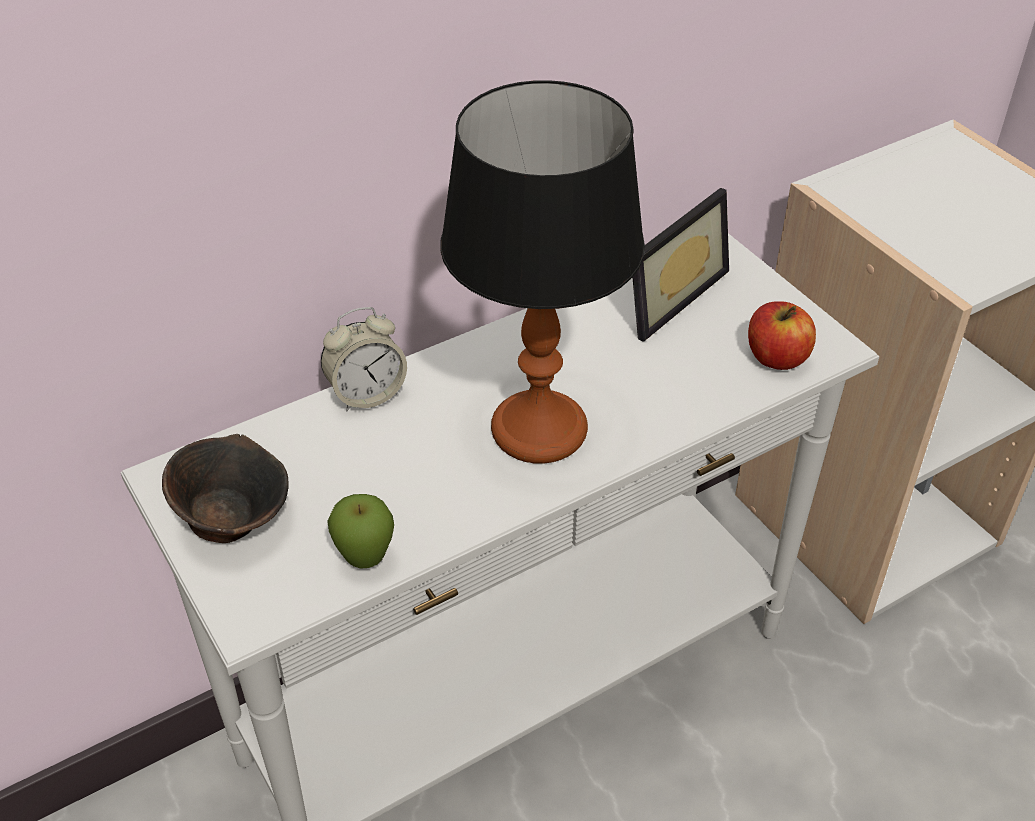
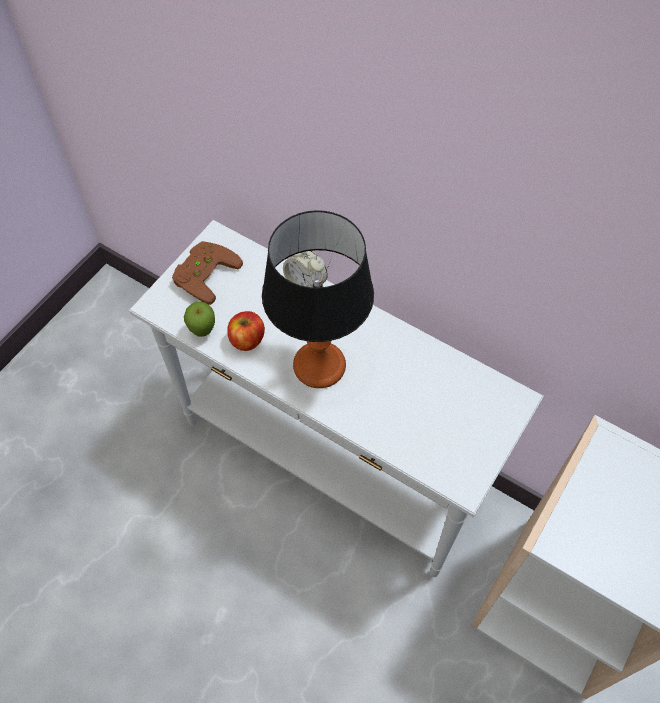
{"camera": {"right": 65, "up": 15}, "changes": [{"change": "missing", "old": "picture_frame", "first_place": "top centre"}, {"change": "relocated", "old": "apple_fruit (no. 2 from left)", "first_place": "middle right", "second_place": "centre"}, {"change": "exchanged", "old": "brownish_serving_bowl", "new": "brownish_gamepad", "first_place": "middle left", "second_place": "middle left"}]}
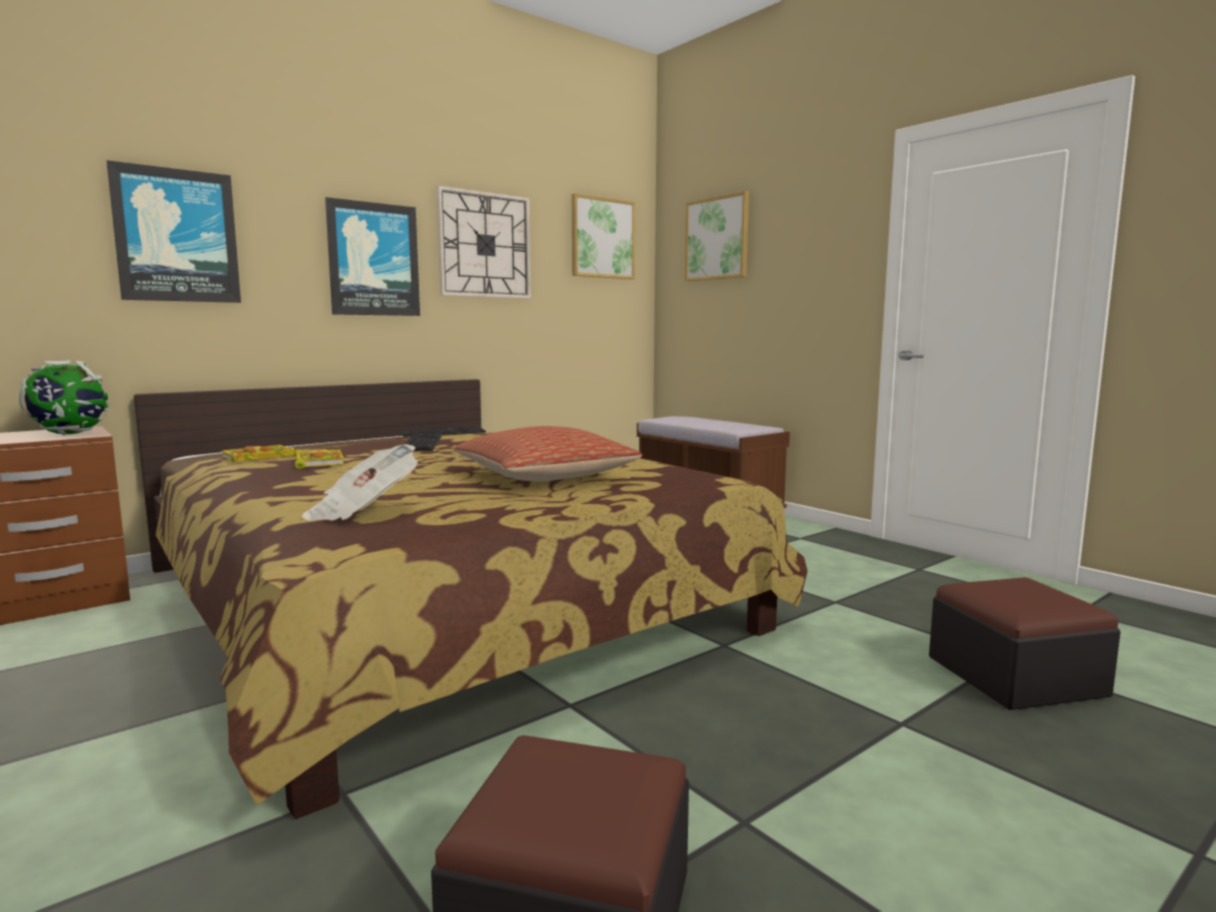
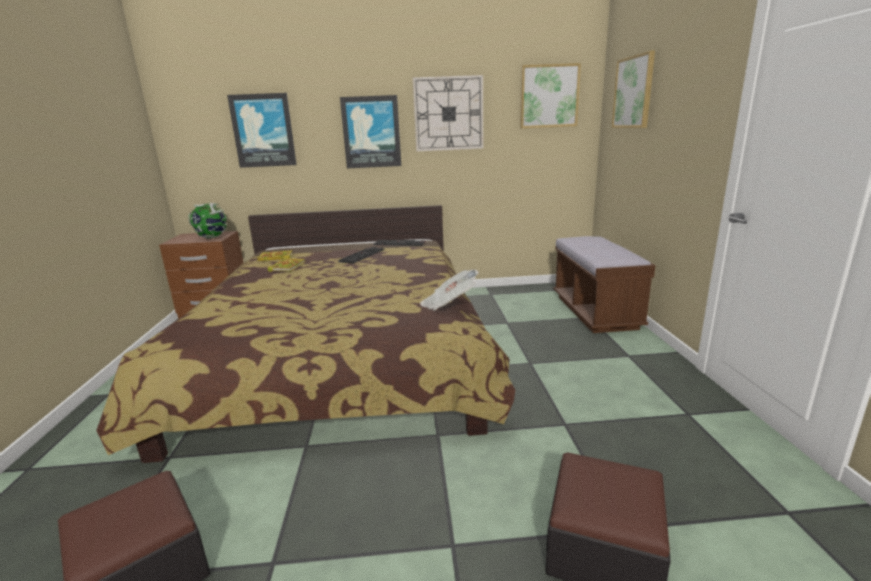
{"camera": {"right": 35, "up": 10}, "changes": [{"change": "missing", "old": "pillow", "first_place": "centre"}, {"change": "relocated", "old": "daily_paper", "first_place": "middle left", "second_place": "centre"}]}
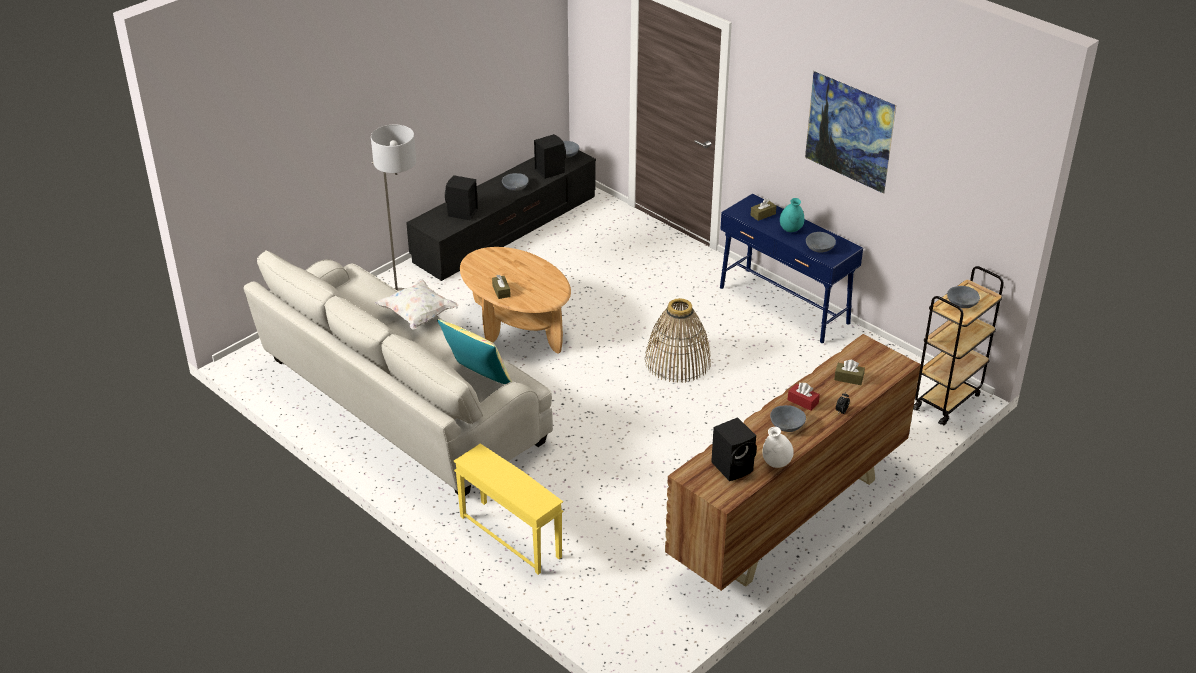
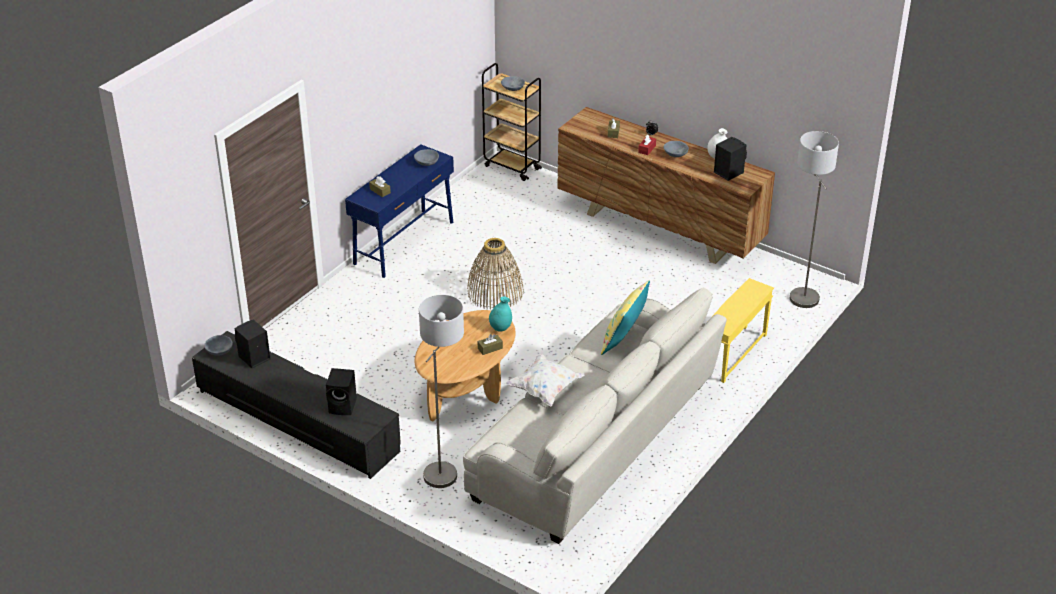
{"camera": {"right": -100, "up": 0}, "changes": [{"change": "missing", "old": "grey_serving_bowl (no. 1 from left)", "first_place": "top centre"}, {"change": "missing", "old": "wall_picture", "first_place": "top right"}, {"change": "appeared", "new": "grey_standing_lamp (no. 2 from left)", "second_place": "middle right"}, {"change": "relocated", "old": "turquoise-coloured_decorative_vase", "first_place": "top centre", "second_place": "centre"}]}
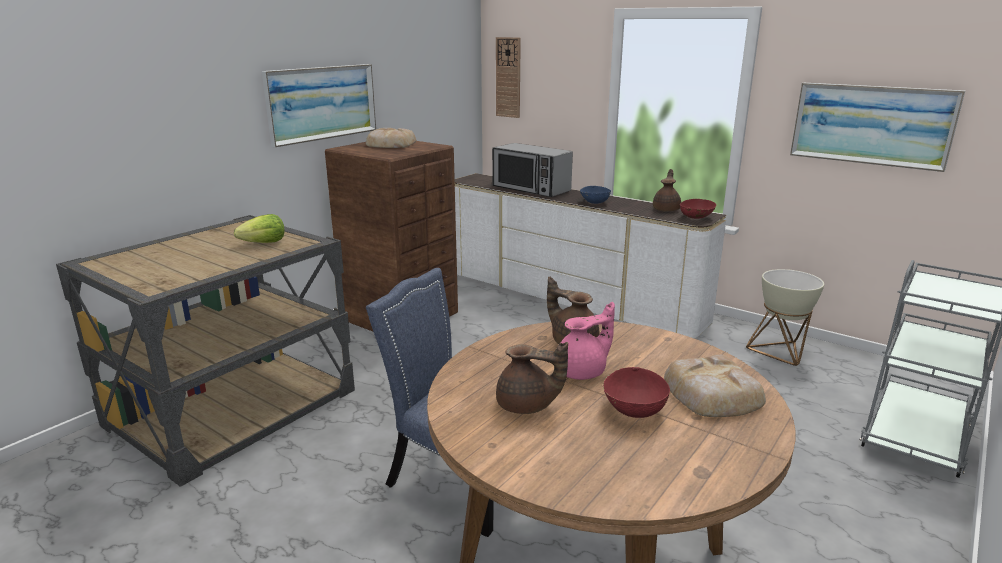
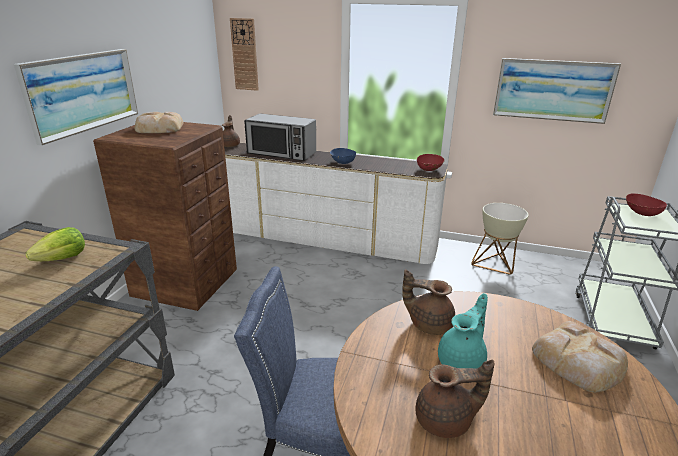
{"camera": {"right": -20, "up": 5}, "changes": [{"change": "relocated", "old": "red_serving_bowl (no. 1 from left in the first image)", "new": "red_serving_bowl (no. 2 from left)", "first_place": "bottom centre", "second_place": "middle right"}, {"change": "relocated", "old": "brownish_teapot (no. 3 from left in the first image)", "new": "brownish_teapot (no. 1 from left)", "first_place": "centre", "second_place": "top centre"}, {"change": "colour", "old": "pinkish_teapot", "new": "turquoise-coloured_teapot", "first_place": "centre", "second_place": "bottom right"}]}
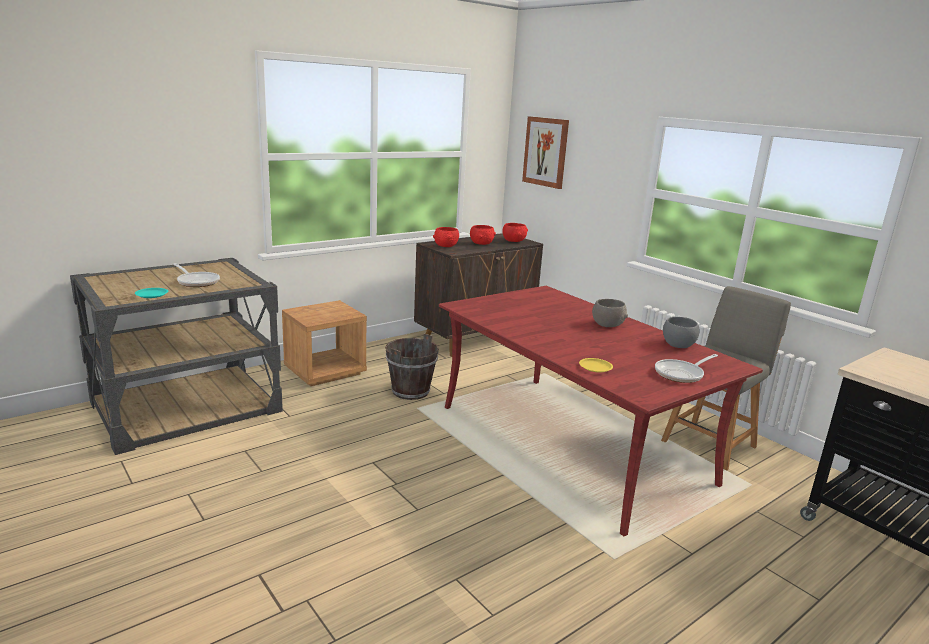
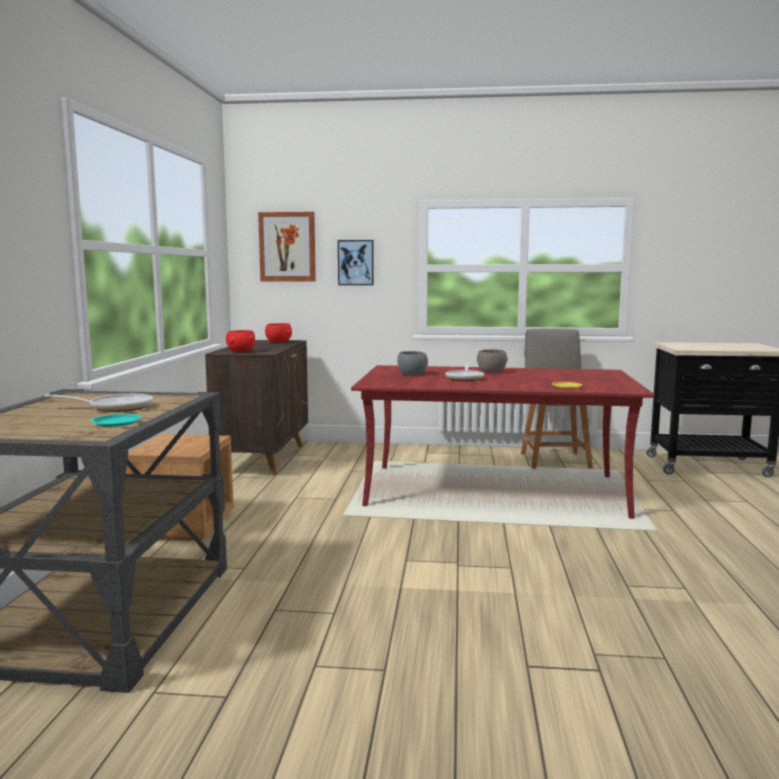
{"camera": {"right": -45, "up": -10}, "changes": [{"change": "missing", "old": "brownish_water_bucket", "first_place": "centre"}, {"change": "missing", "old": "red_serving_bowl (no. 2 from left)", "first_place": "centre"}, {"change": "appeared", "new": "wall_picture (no. 2 from left)", "second_place": "centre"}, {"change": "relocated", "old": "frying_pan (no. 2 from left)", "first_place": "middle right", "second_place": "centre"}, {"change": "relocated", "old": "grey_serving_bowl (no. 2 from left in the first image)", "new": "grey_serving_bowl (no. 1 from left)", "first_place": "middle right", "second_place": "centre"}]}
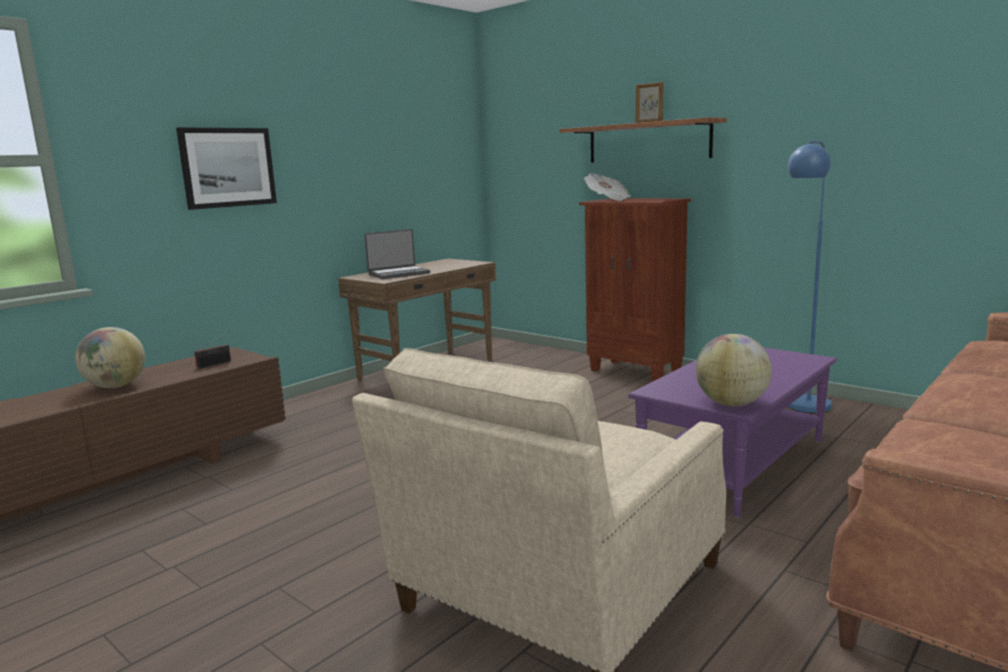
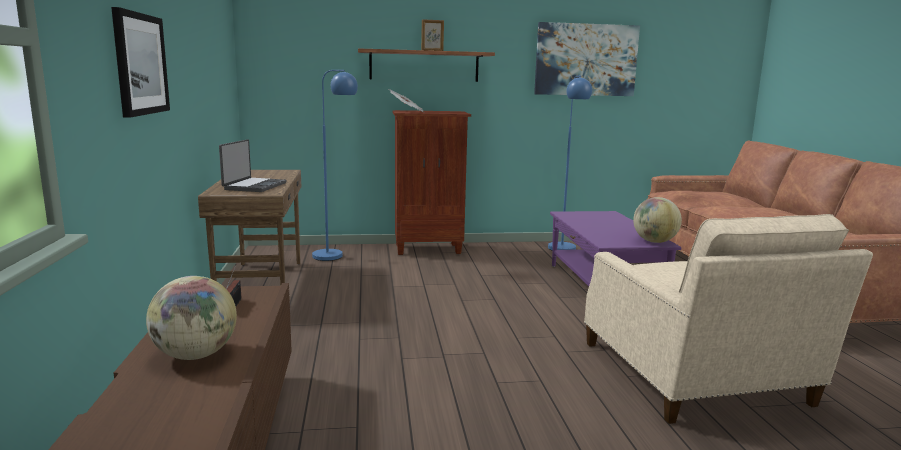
{"camera": {"right": -50, "up": 0}, "changes": [{"change": "appeared", "new": "blue-coloured_standing_lamp (no. 1 from left)", "second_place": "centre"}, {"change": "appeared", "new": "wall_picture (no. 2 from left)", "second_place": "top centre"}]}
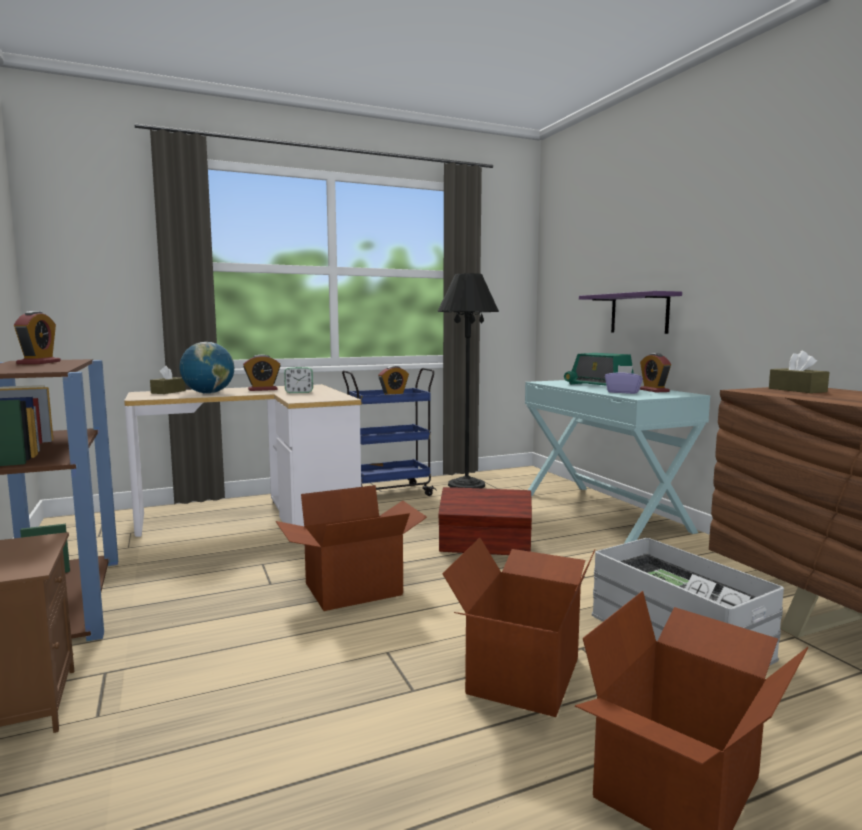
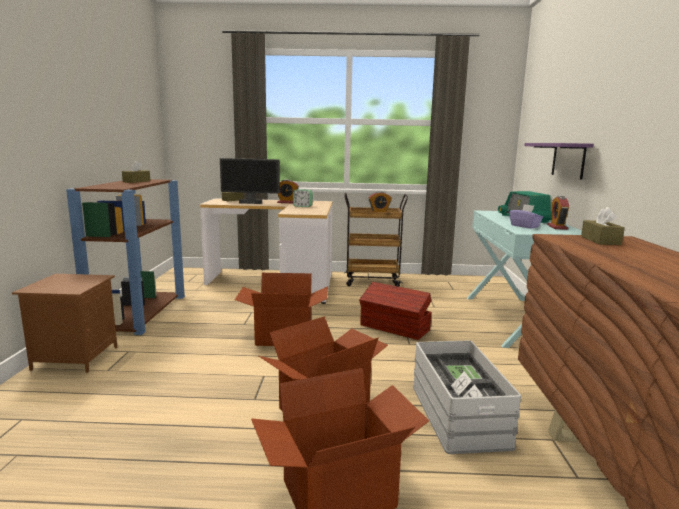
{"camera": {"right": 25, "up": 5}, "changes": [{"change": "missing", "old": "black_standing_lamp", "first_place": "centre"}, {"change": "exchanged", "old": "alarm_clock (no. 1 from left)", "new": "brownish_box_of_tissues (no. 1 from left)", "first_place": "middle left", "second_place": "middle left"}, {"change": "exchanged", "old": "desk_globe", "new": "monitor", "first_place": "middle left", "second_place": "centre"}, {"change": "colour", "old": "blue-coloured_wheeled_cart", "new": "brownish_wheeled_cart", "first_place": "centre", "second_place": "centre"}]}
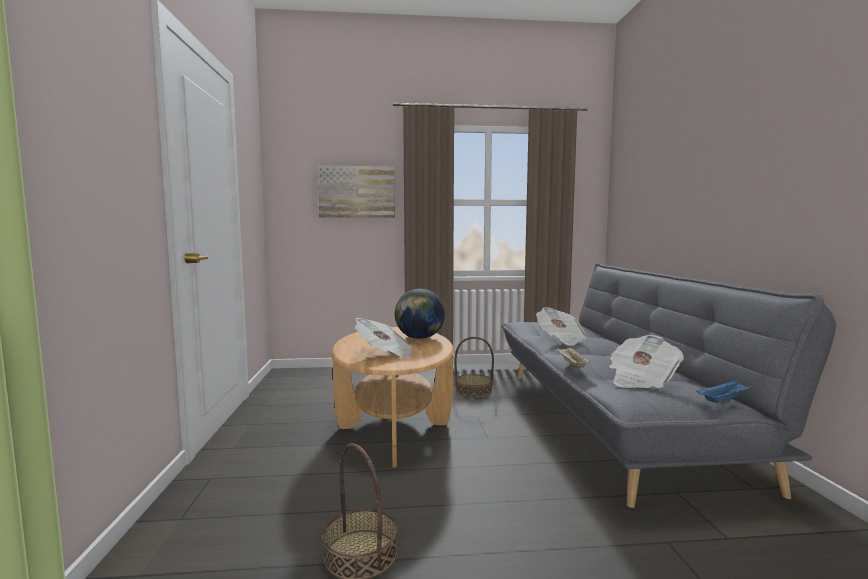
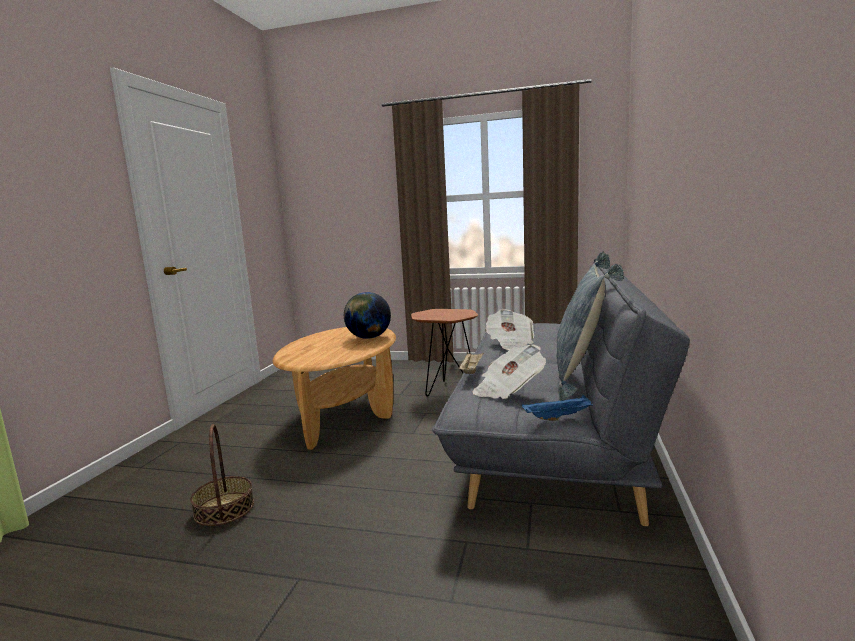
{"camera": {"right": 20, "up": 5}, "changes": [{"change": "missing", "old": "wall_picture", "first_place": "top centre"}, {"change": "missing", "old": "daily_paper (no. 1 from left)", "first_place": "centre"}, {"change": "appeared", "new": "pillow", "second_place": "middle right"}, {"change": "exchanged", "old": "household_basket (no. 2 from left)", "new": "brownish_end_table", "first_place": "centre", "second_place": "centre"}]}
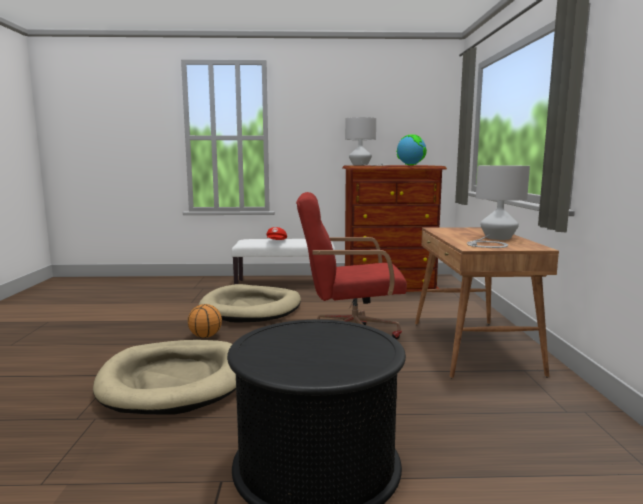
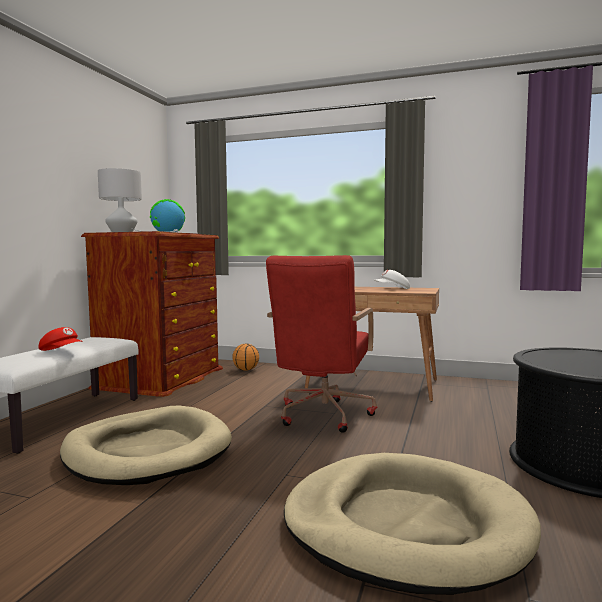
{"camera": {"right": -70, "up": -5}, "changes": [{"change": "relocated", "old": "basketball_ball", "first_place": "middle left", "second_place": "centre"}, {"change": "exchanged", "old": "whitish_tabletop_lamp (no. 2 from left)", "new": "whitish_peaked_cap", "first_place": "middle right", "second_place": "centre"}]}
